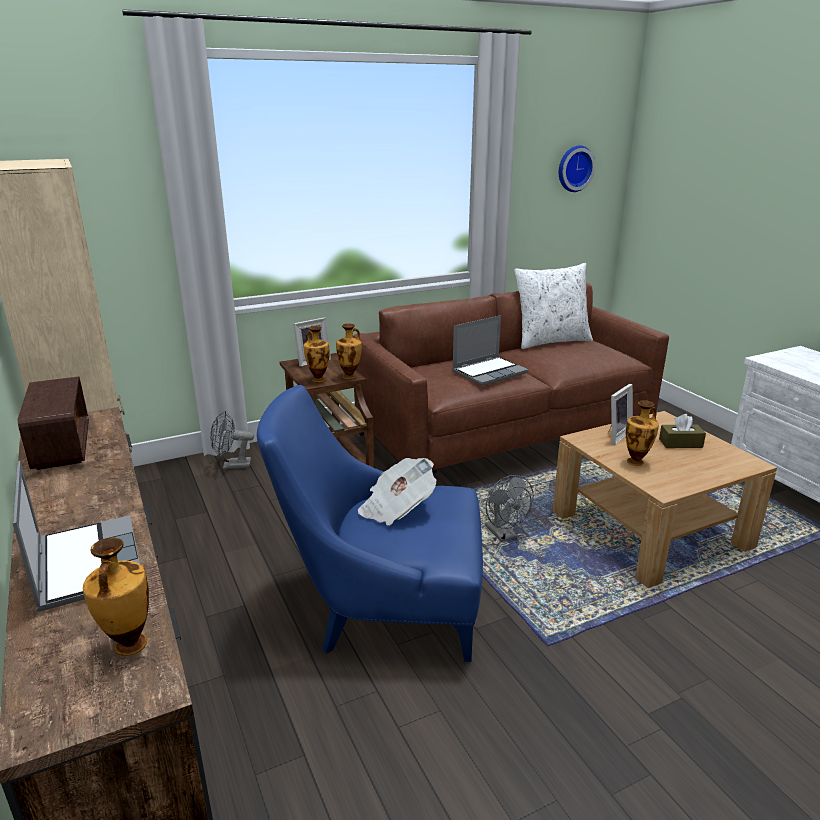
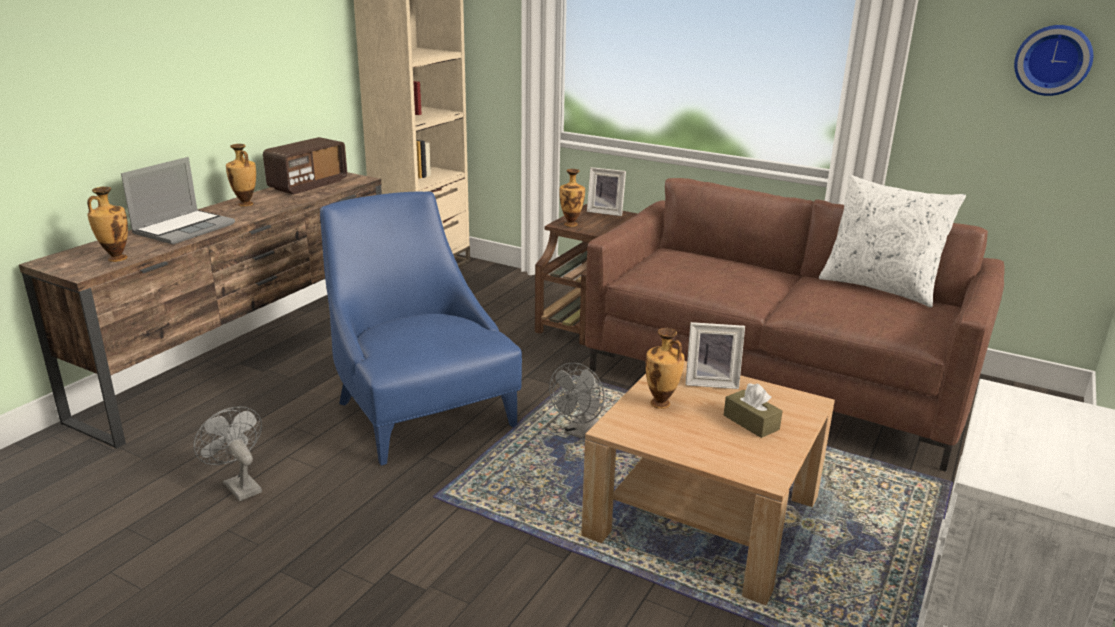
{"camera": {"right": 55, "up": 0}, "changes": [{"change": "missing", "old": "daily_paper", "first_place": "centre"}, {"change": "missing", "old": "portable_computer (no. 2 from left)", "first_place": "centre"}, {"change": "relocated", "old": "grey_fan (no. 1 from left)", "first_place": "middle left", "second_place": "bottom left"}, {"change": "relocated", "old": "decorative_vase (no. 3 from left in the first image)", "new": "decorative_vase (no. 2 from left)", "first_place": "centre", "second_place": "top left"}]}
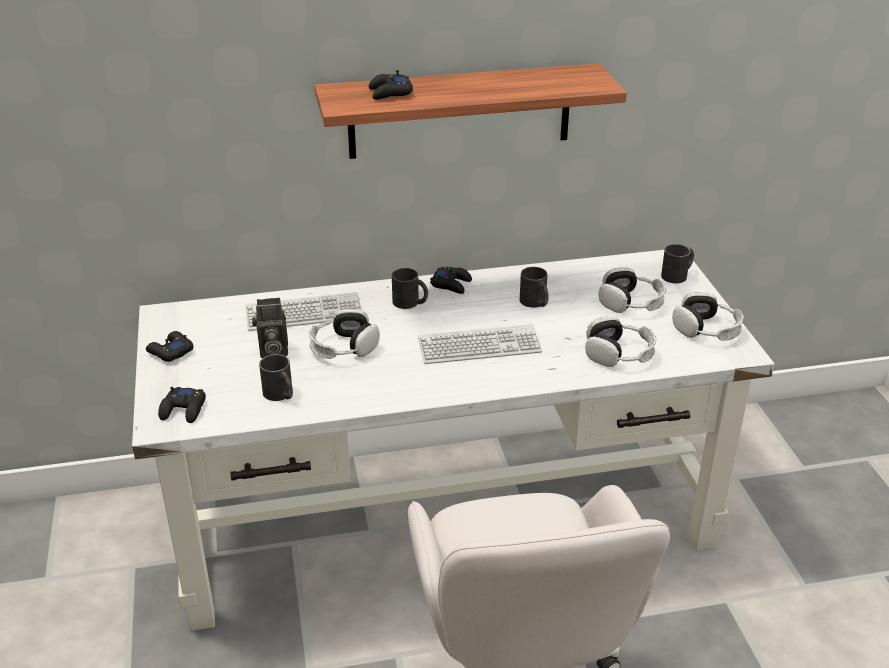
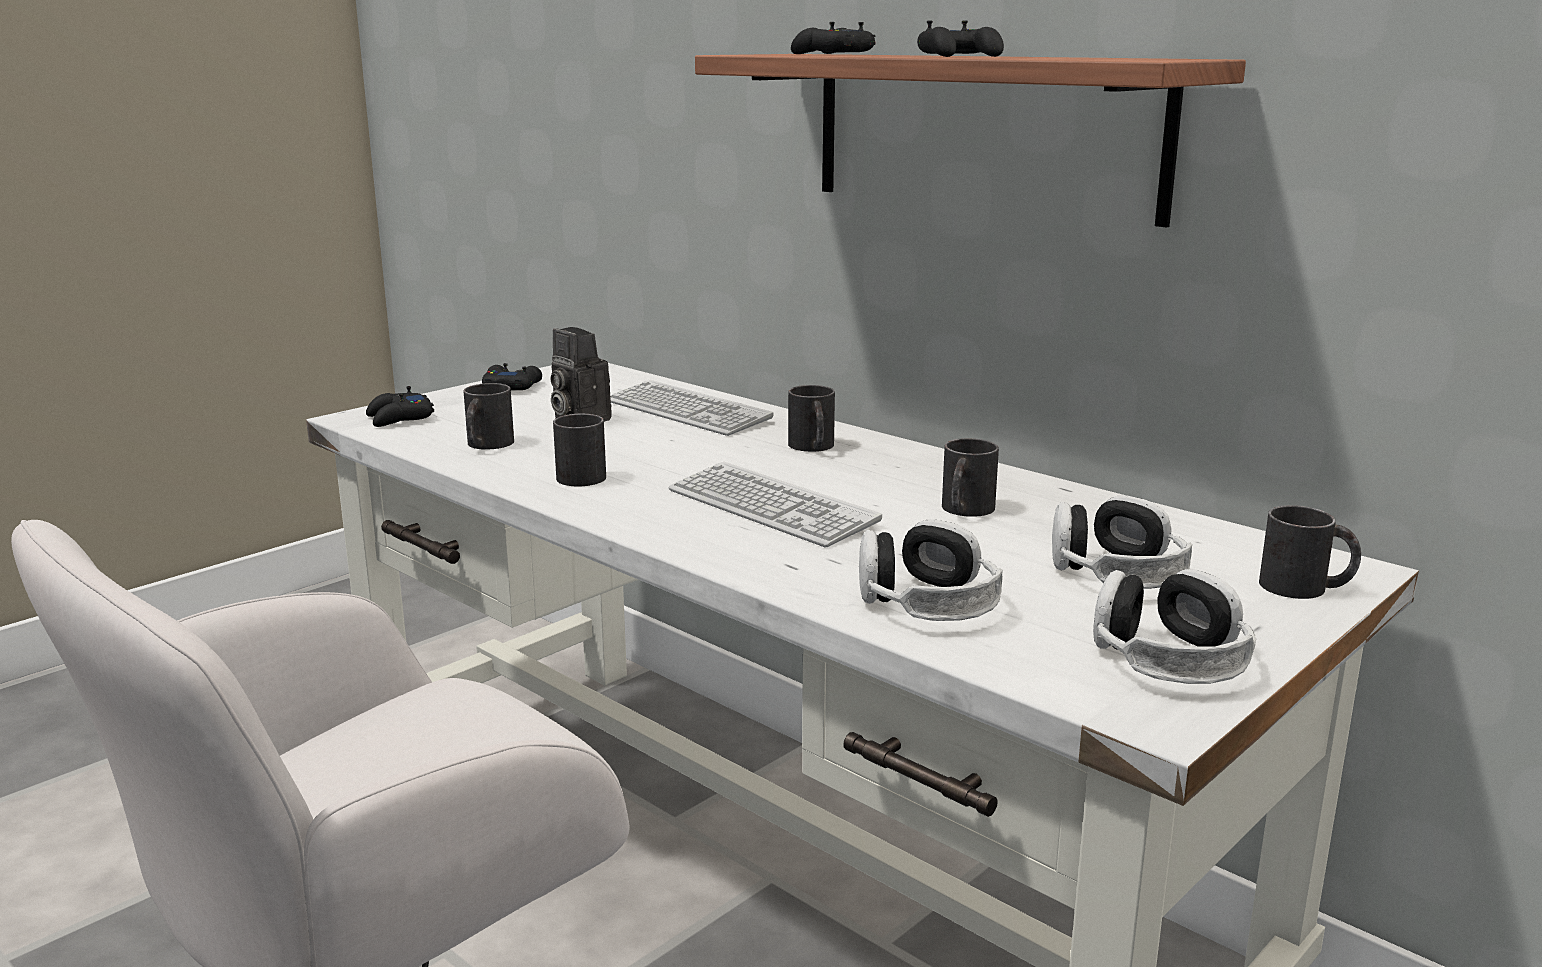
{"camera": {"right": 55, "up": -15}, "changes": [{"change": "missing", "old": "headset (no. 1 from left)", "first_place": "centre"}, {"change": "appeared", "new": "black_mug (no. 2 from left)", "second_place": "centre"}, {"change": "relocated", "old": "black_gamepad (no. 4 from left)", "first_place": "centre", "second_place": "top centre"}]}
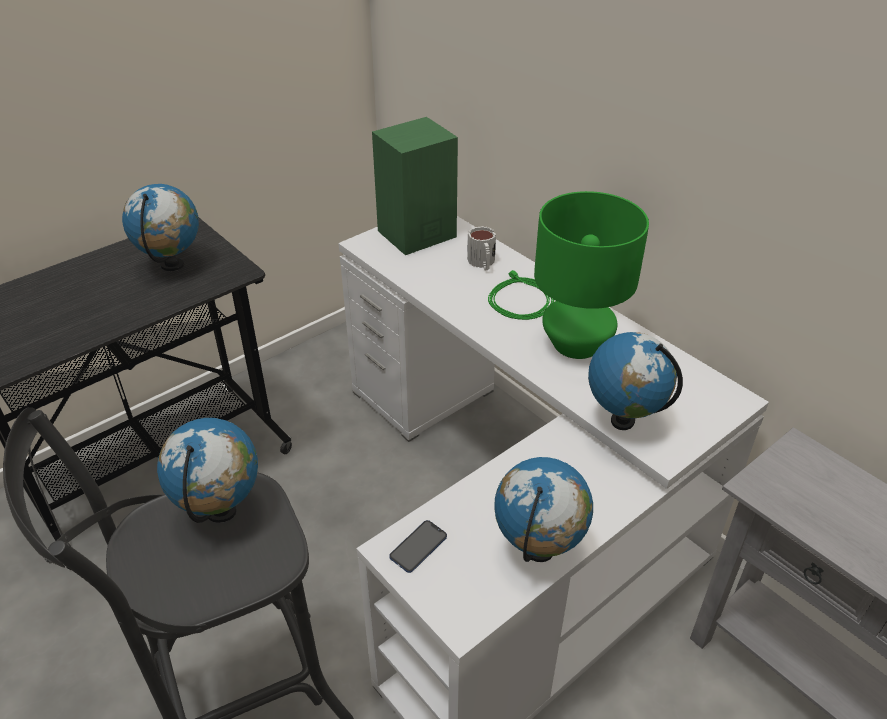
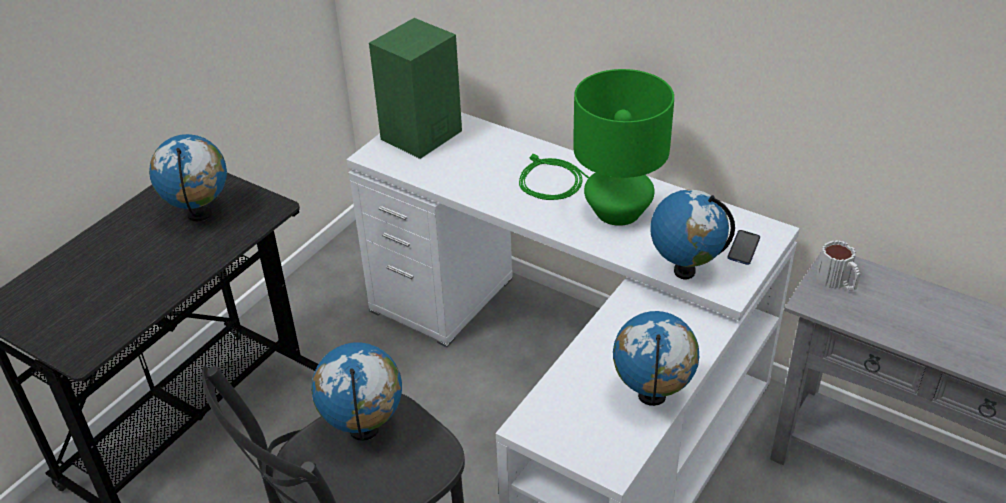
{"camera": {"right": -15, "up": 0}, "changes": [{"change": "relocated", "old": "handset", "first_place": "bottom centre", "second_place": "middle right"}, {"change": "relocated", "old": "mug", "first_place": "centre", "second_place": "middle right"}]}
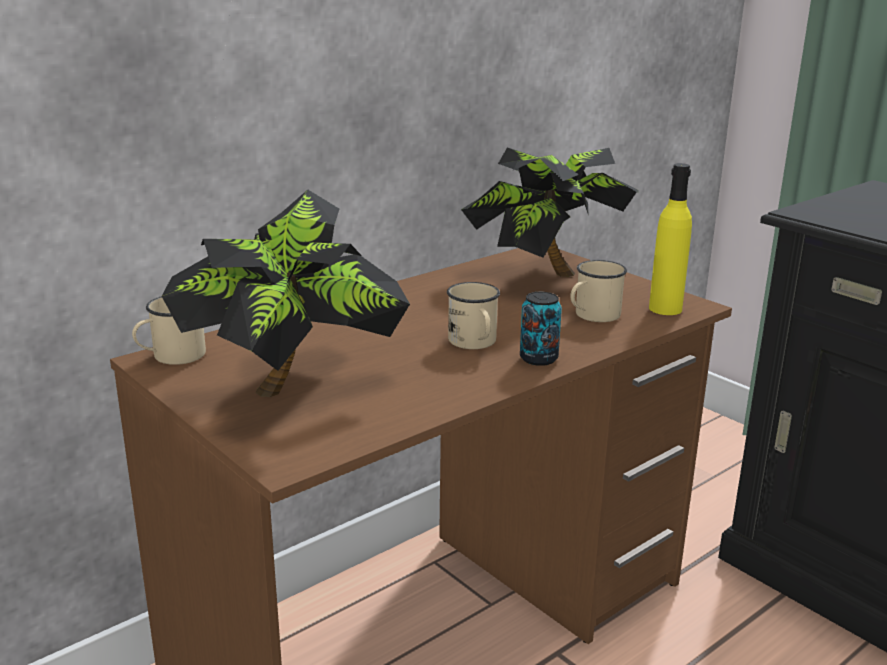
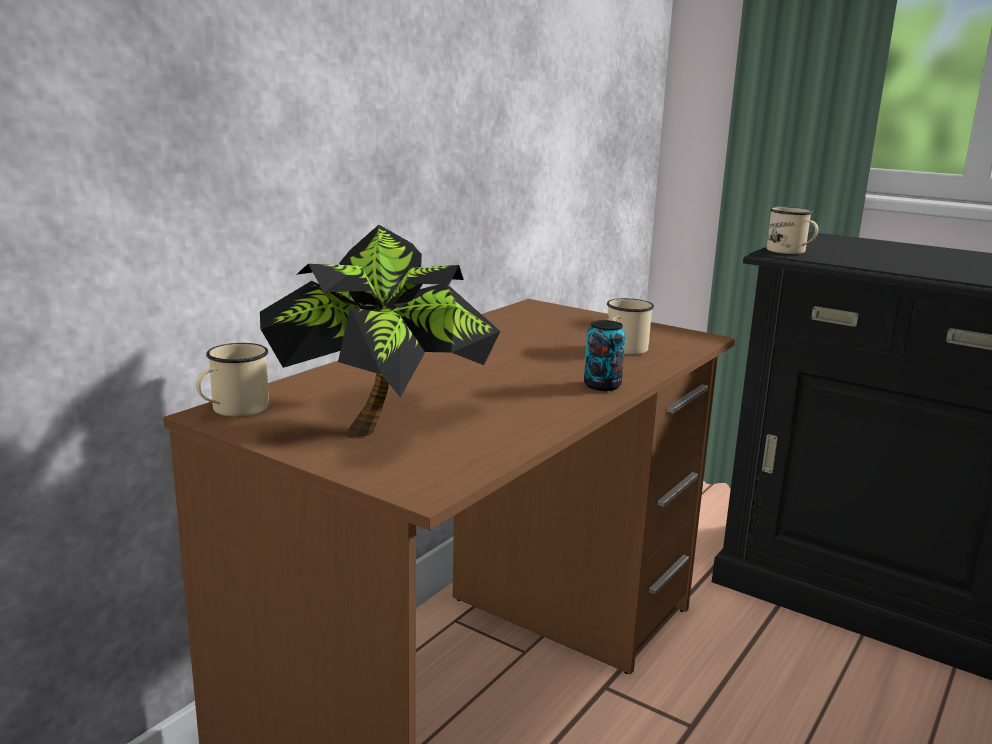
{"camera": {"right": -15, "up": -5}, "changes": [{"change": "missing", "old": "houseplant (no. 2 from left)", "first_place": "top centre"}, {"change": "missing", "old": "yellowish_beverage_bottle", "first_place": "middle right"}, {"change": "relocated", "old": "beige-coloured_mug (no. 2 from left in the first image)", "new": "beige-coloured_mug (no. 3 from left)", "first_place": "centre", "second_place": "top right"}]}
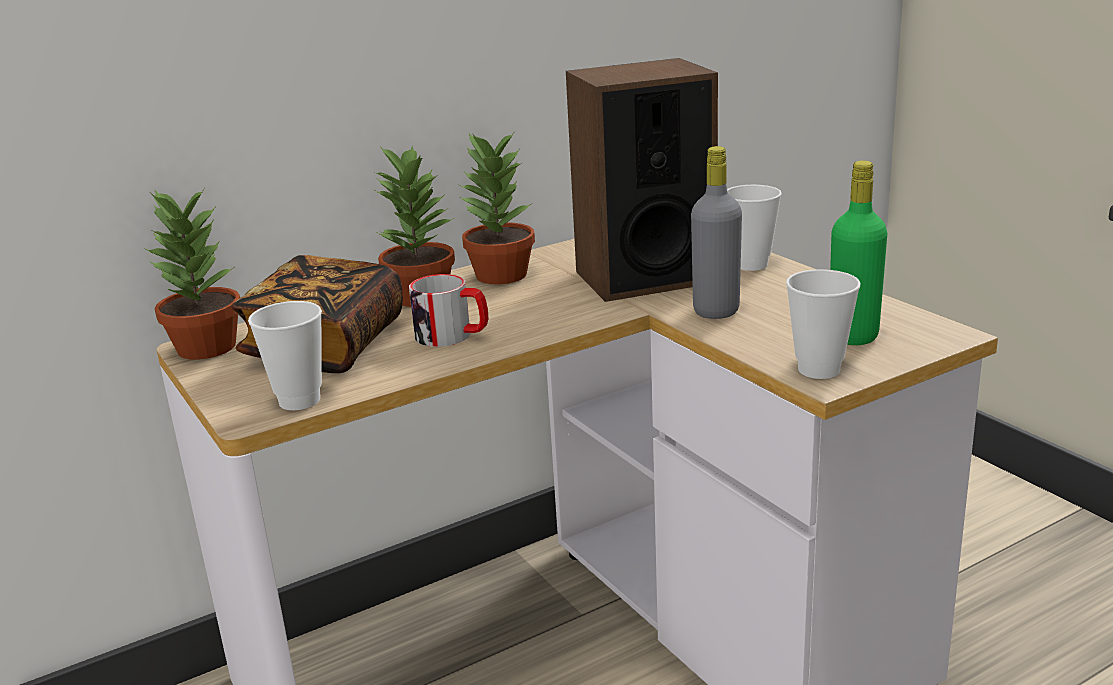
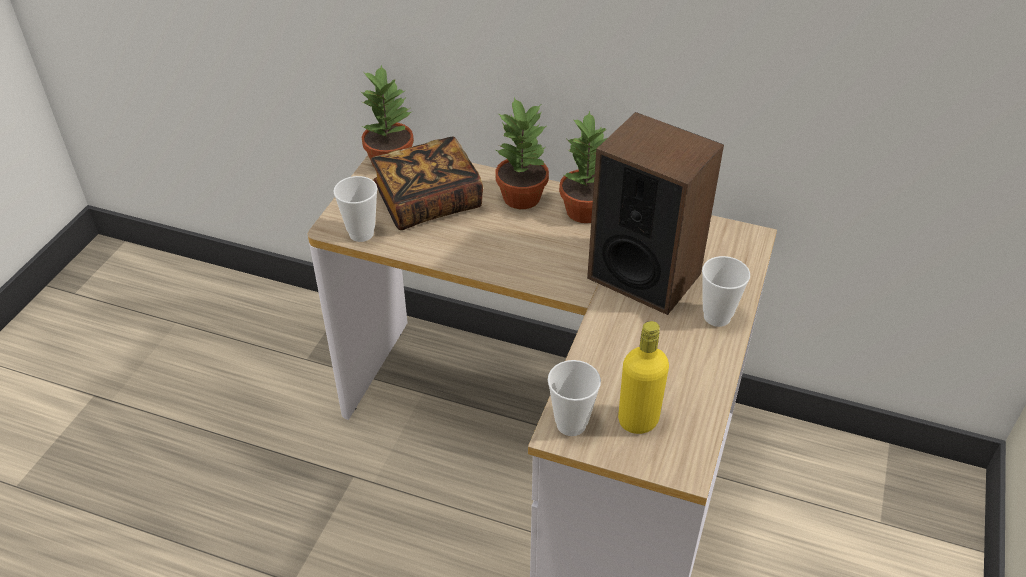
{"camera": {"right": 50, "up": 20}, "changes": [{"change": "missing", "old": "mug", "first_place": "centre"}, {"change": "missing", "old": "grey_beverage_bottle", "first_place": "centre"}, {"change": "colour", "old": "green-coloured_beverage_bottle", "new": "yellowish_beverage_bottle", "first_place": "middle right", "second_place": "centre"}]}
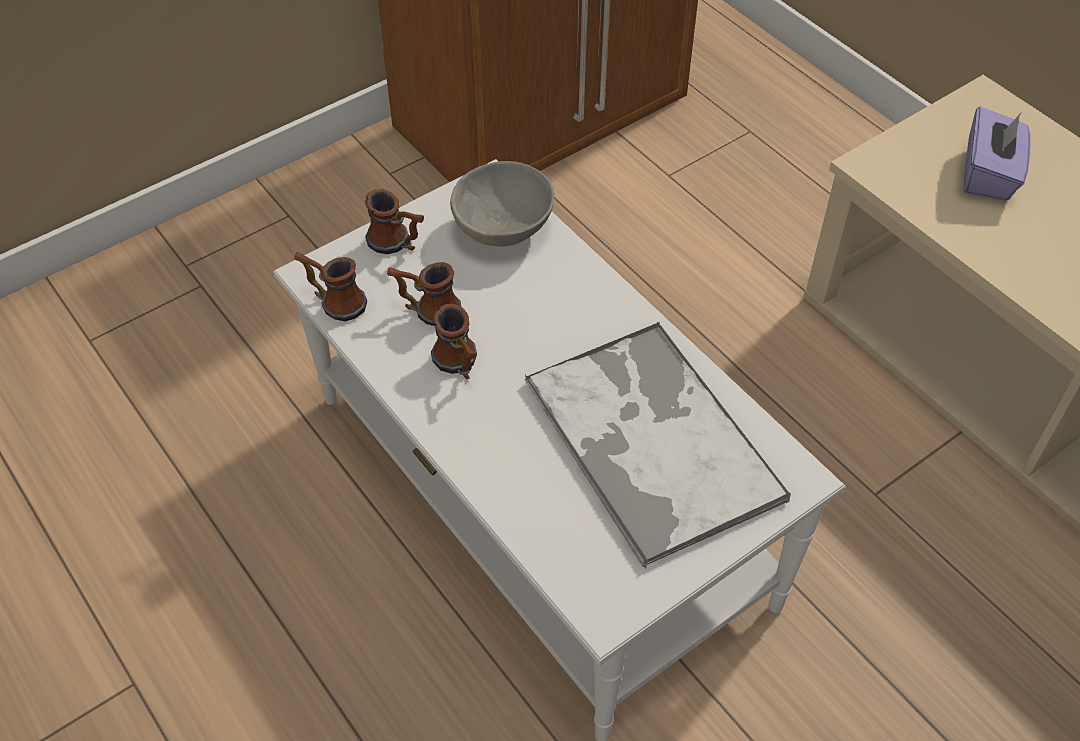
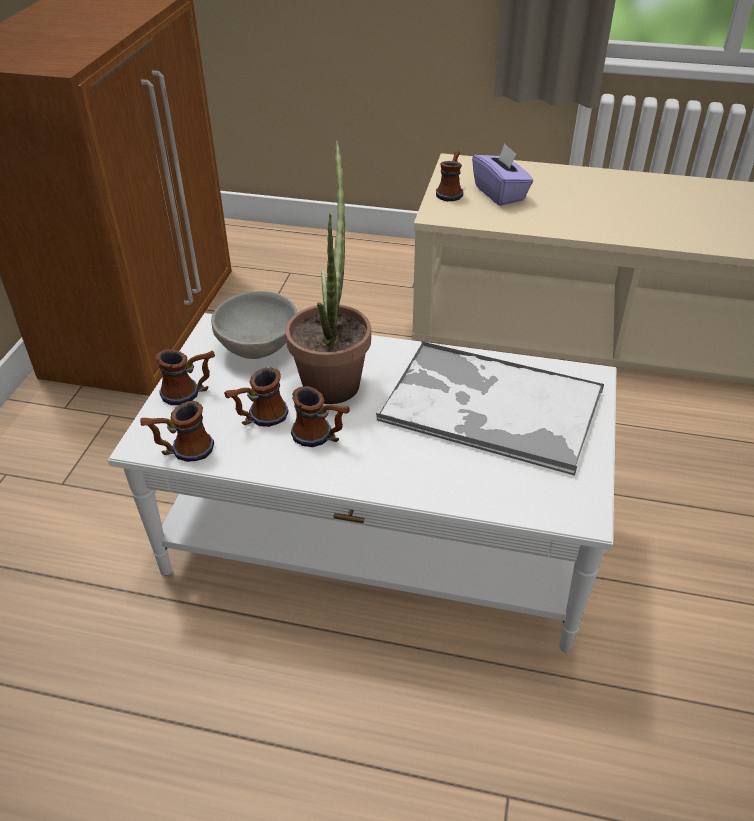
{"camera": {"right": -40, "up": -10}, "changes": [{"change": "appeared", "new": "houseplant", "second_place": "top centre"}, {"change": "appeared", "new": "mug (no. 5 from left)", "second_place": "top centre"}]}
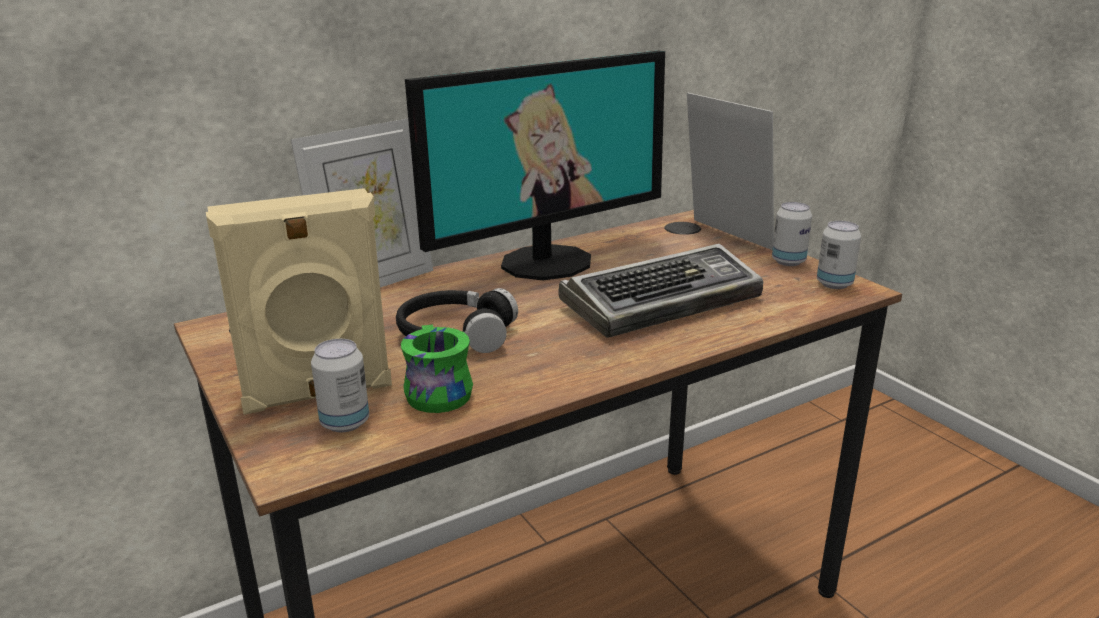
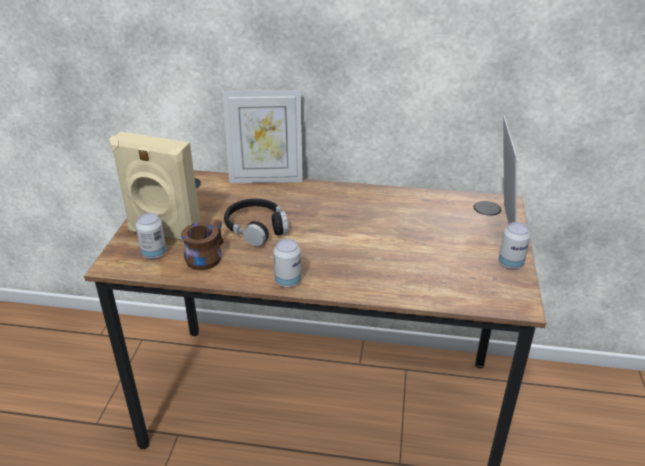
{"camera": {"right": 40, "up": 10}, "changes": [{"change": "missing", "old": "monitor", "first_place": "top centre"}, {"change": "missing", "old": "computer_keyboard", "first_place": "centre"}, {"change": "relocated", "old": "can (no. 3 from left in the first image)", "new": "can (no. 2 from left)", "first_place": "middle right", "second_place": "centre"}, {"change": "colour", "old": "green-coloured_mug", "new": "brownish_mug", "first_place": "centre", "second_place": "middle left"}]}
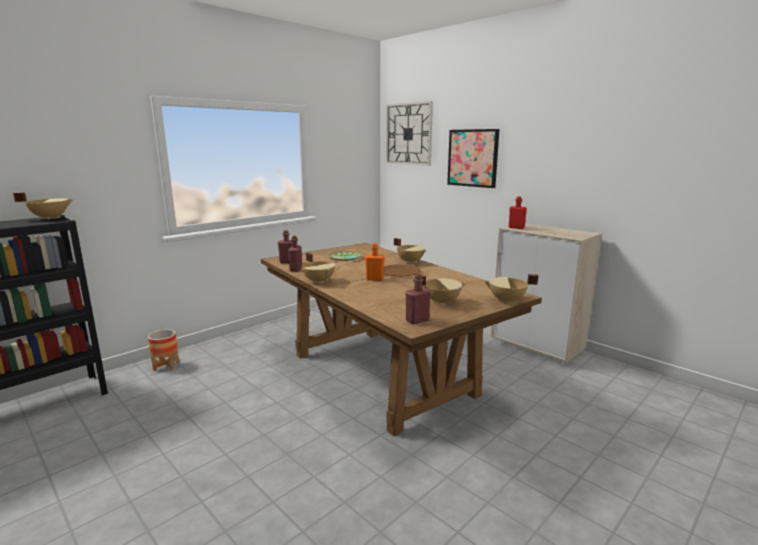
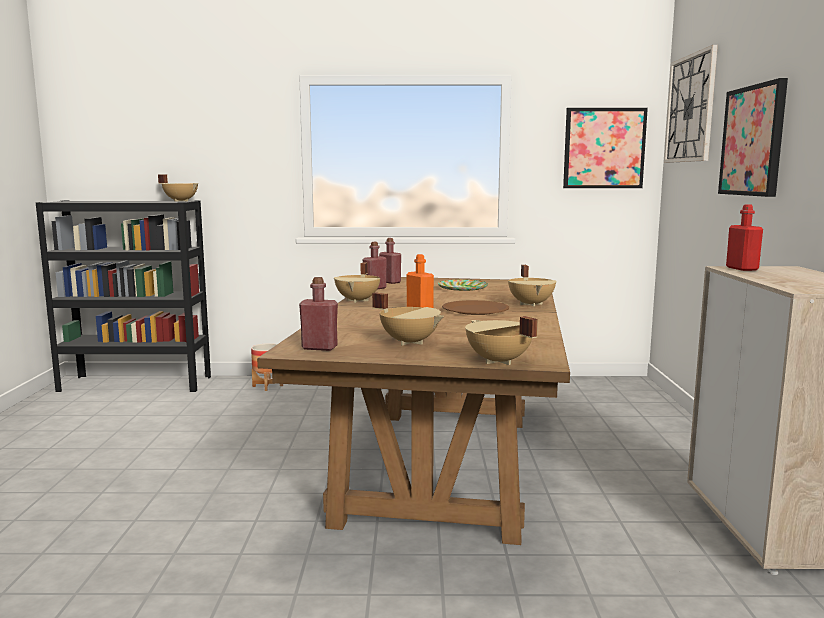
{"camera": {"right": 45, "up": -5}, "changes": [{"change": "appeared", "new": "wall_picture (no. 1 from left)", "second_place": "top right"}]}
